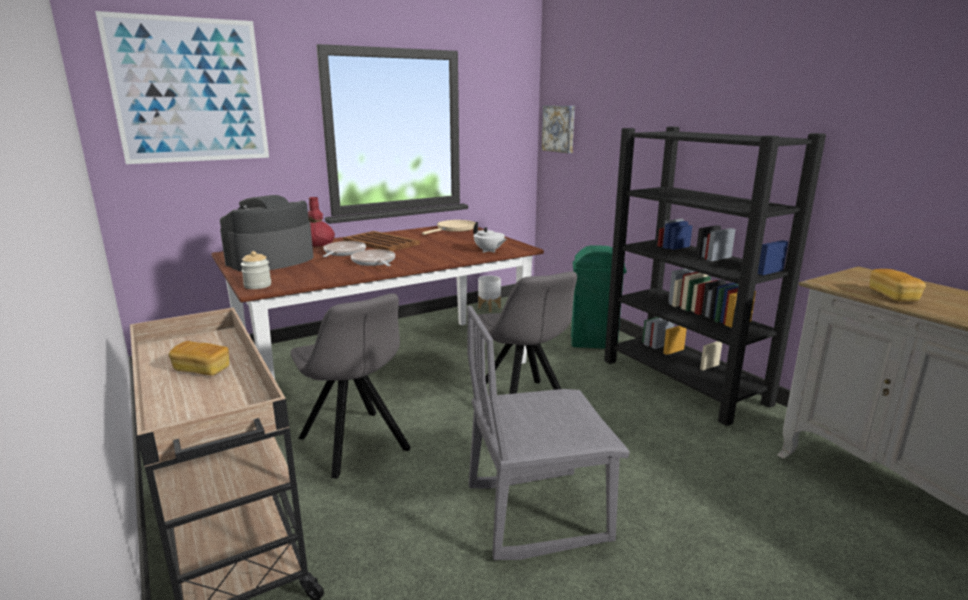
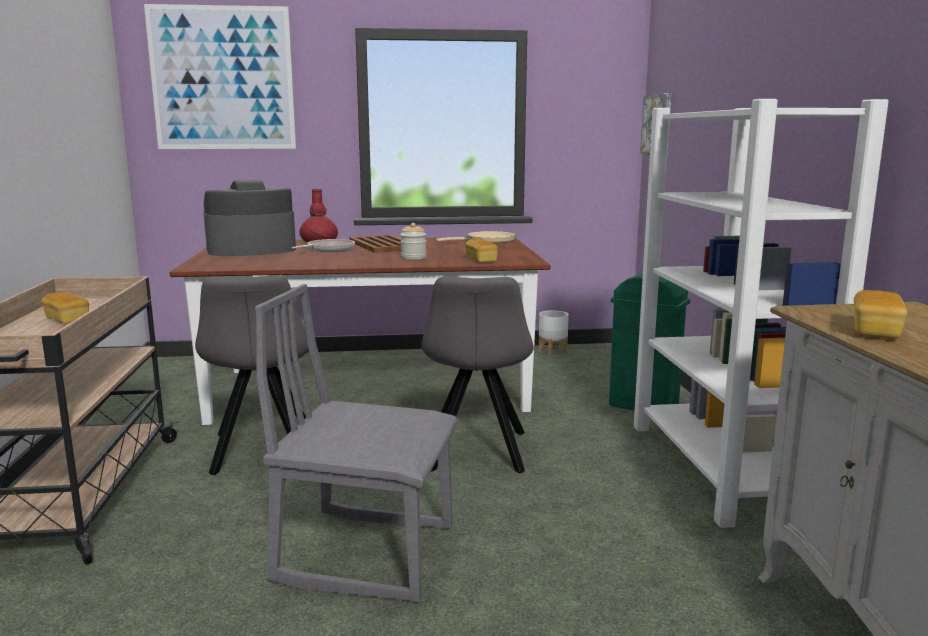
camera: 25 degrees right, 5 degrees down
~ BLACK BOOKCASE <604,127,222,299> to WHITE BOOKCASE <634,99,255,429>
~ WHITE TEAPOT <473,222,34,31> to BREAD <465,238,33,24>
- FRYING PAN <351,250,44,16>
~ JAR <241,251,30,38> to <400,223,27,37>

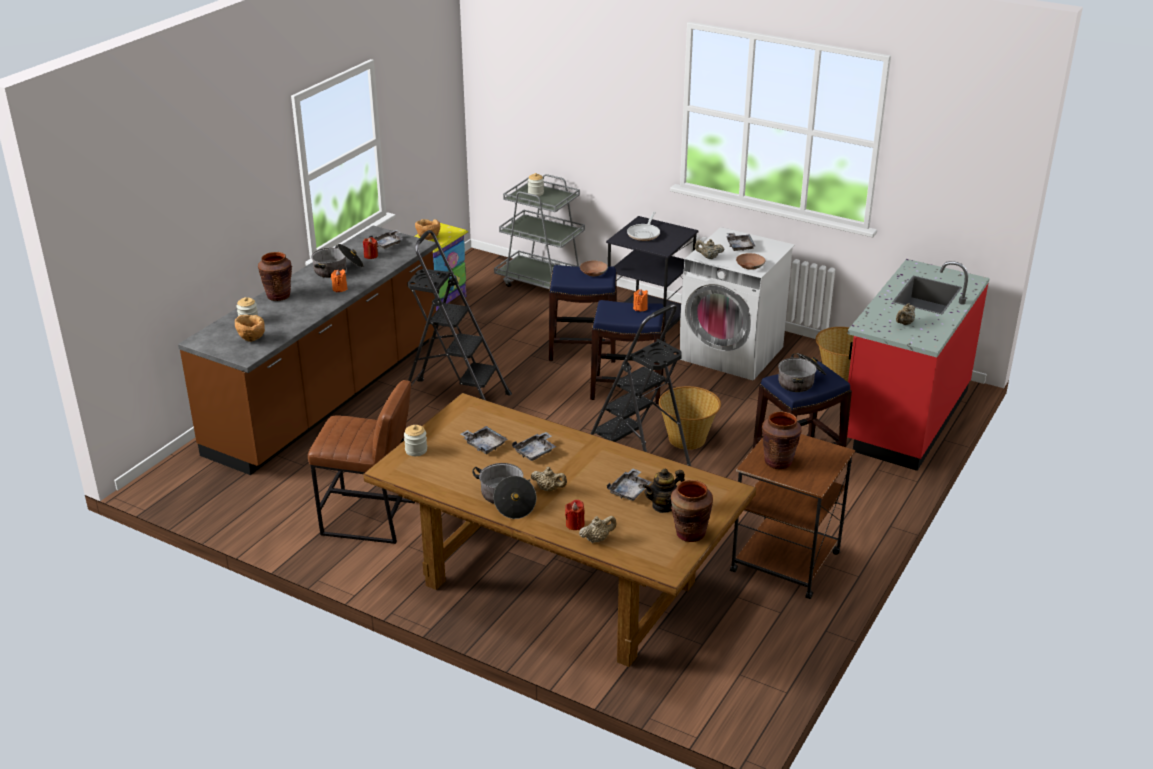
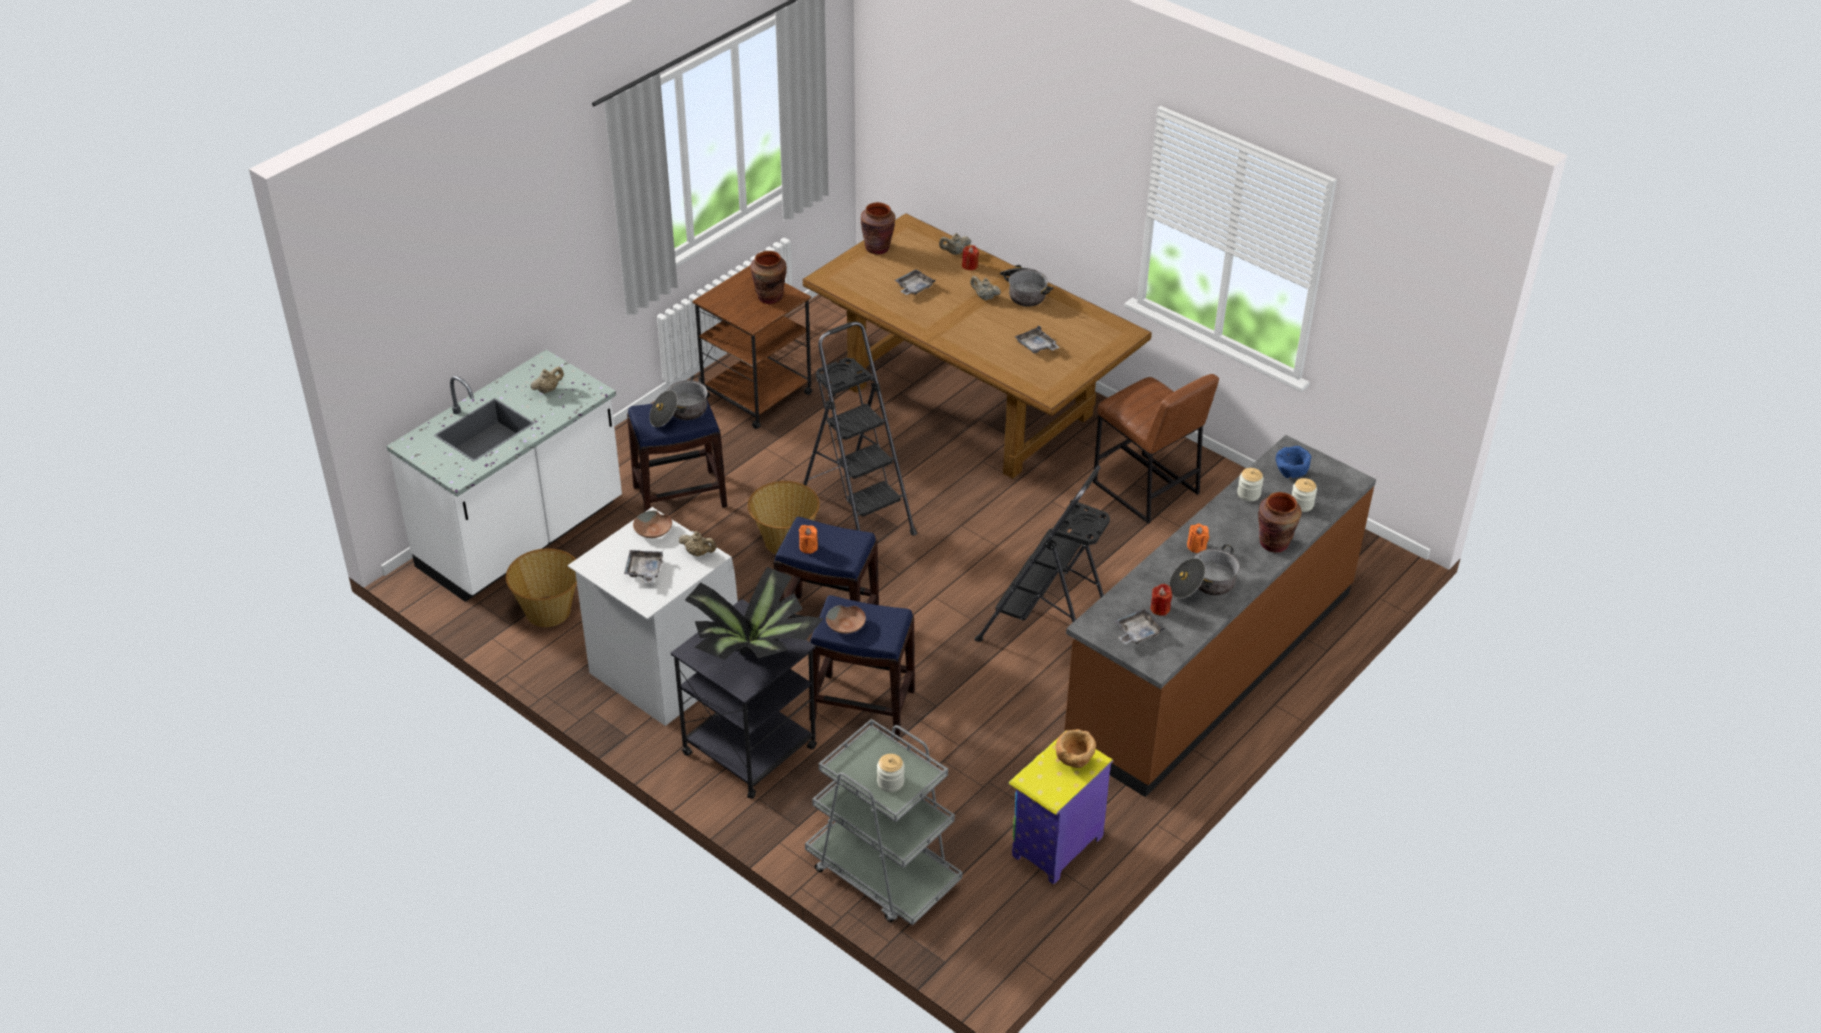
camera: 170 degrees left, 10 degrees up
~ FRYING PAN <627,212,33,29> to POTTED PLANT <685,567,139,93>
~ RED COUNTER <847,259,143,212> to WHITE COUNTER <387,350,235,252>
~ BROWN BOWL <235,315,30,27> to BLUE BOWL <1276,446,35,32>
~ BROWN CHAIR <308,380,107,164> = <1093,374,126,150> 150 degrees counterclockwise
~ JAR <404,425,23,31> to <1237,468,27,33>
- GREY TRAY <512,432,44,29>
- TEAPOT <642,469,43,44>

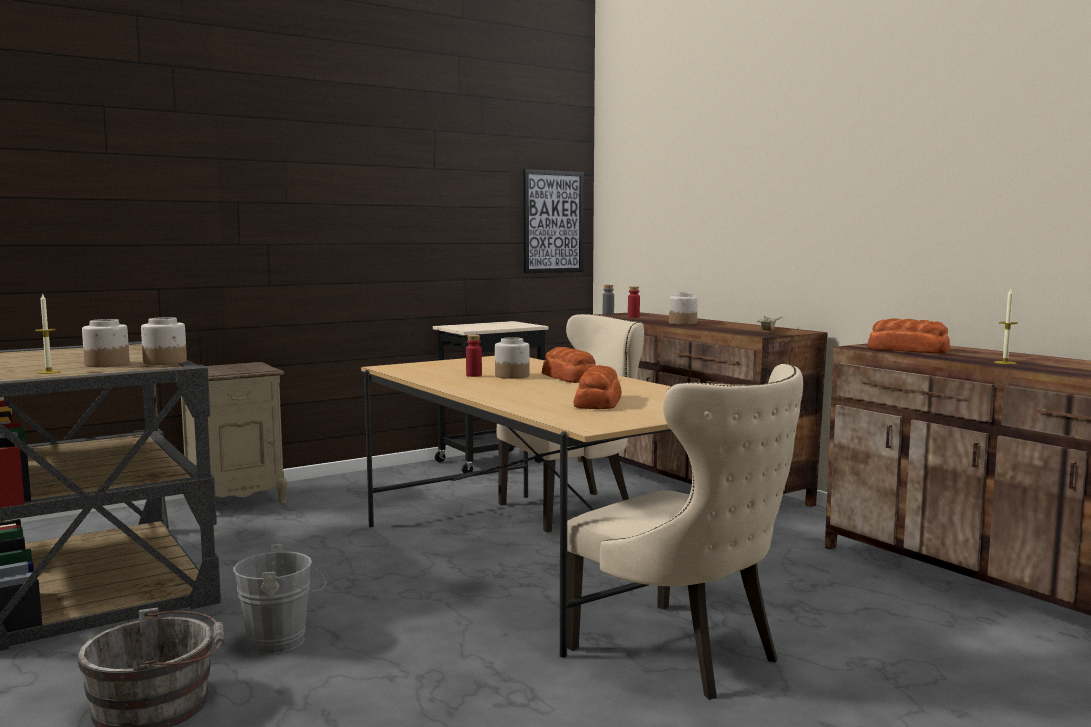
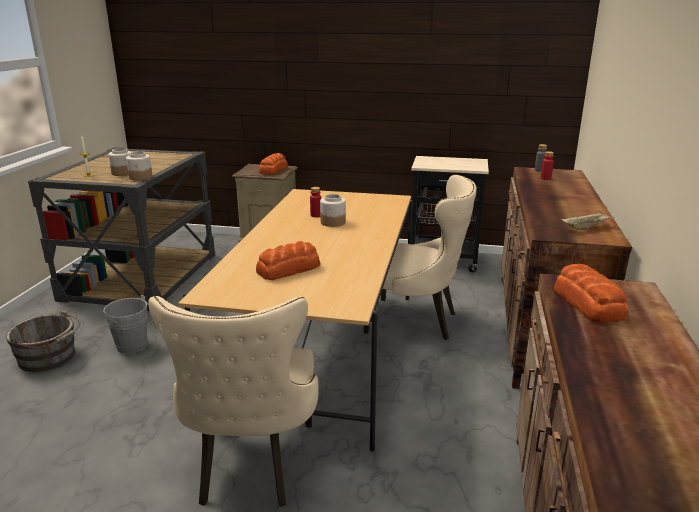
camera: 45 degrees right, 15 degrees up
- PICTURE <523,169,61,104>
- CANDLE <994,289,24,75>
- JAR <669,292,29,33>
~ BREAD <542,347,54,36> to <259,153,29,22>

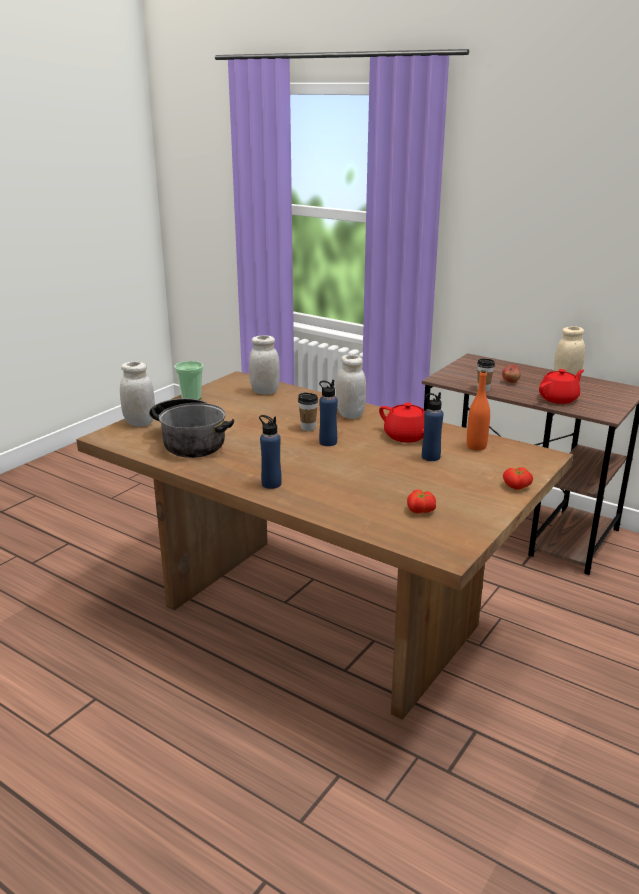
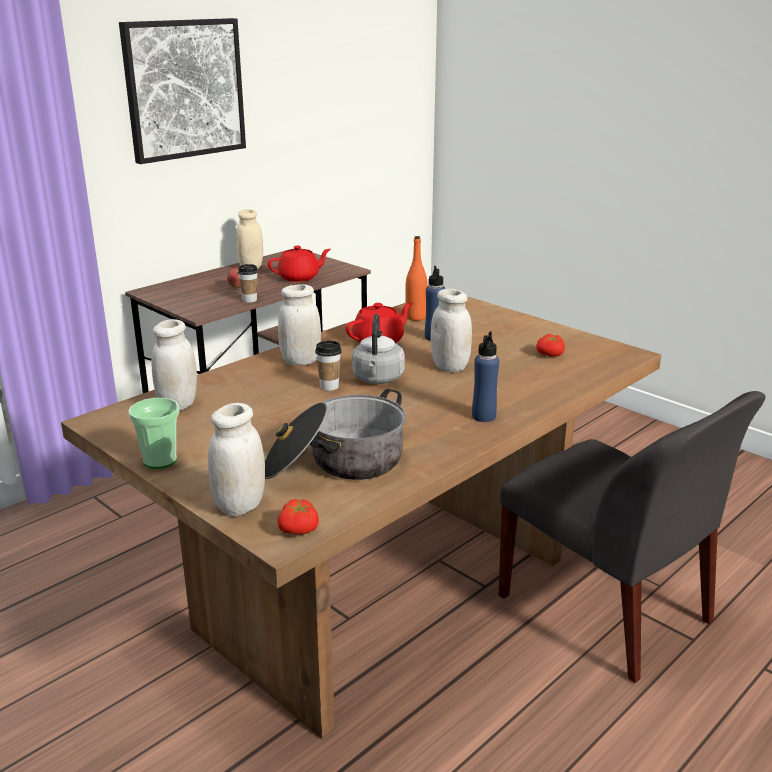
camera: 80 degrees left, 0 degrees up
~ RED TEAPOT <539,369,45,35> = <268,246,63,36> 90 degrees clockwise
~ BLUE BOTTLE <319,380,19,66> to GREY KETTLE <352,314,53,70>
~ TOMATO <503,467,30,23> to <277,499,42,36>
+ PICTURE <119,18,127,146>
+ WHITE JAR <431,289,41,83>
+ GREY CHAIR <499,391,266,292>

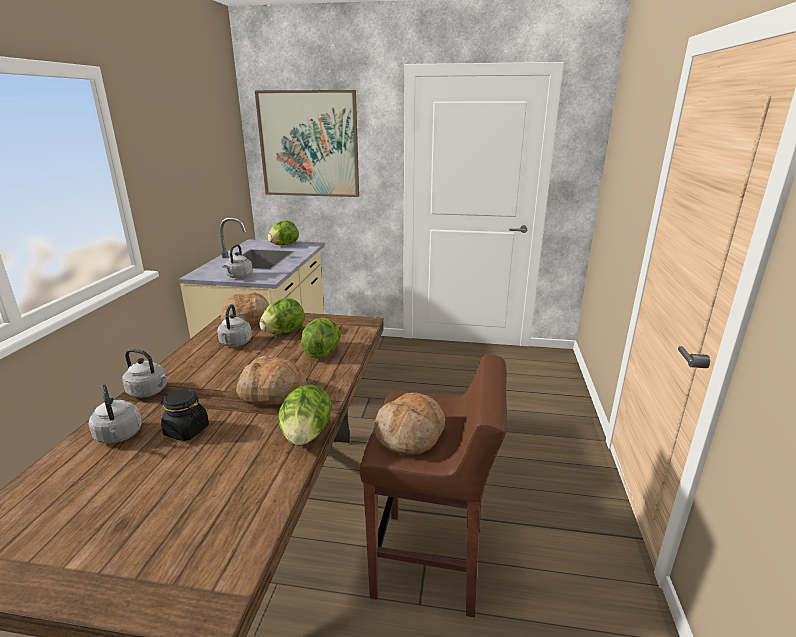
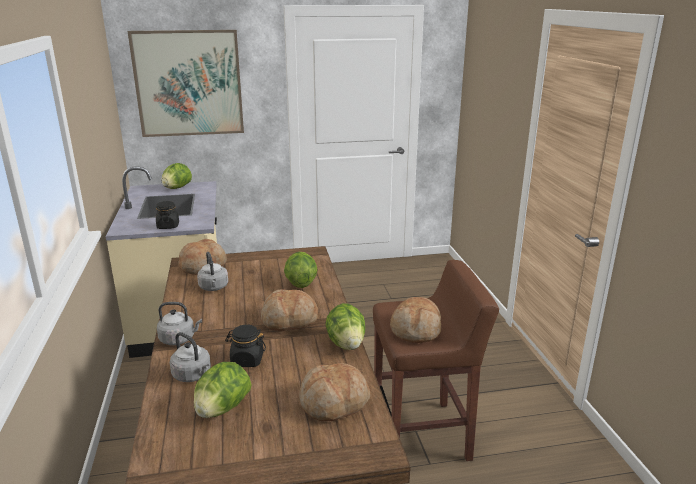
camera: 20 degrees left, 0 degrees up
~ GREY KETTLE <224,244,29,34> to BLACK JAR <156,201,23,28>
~ LETTUCE <259,298,46,36> to <194,362,57,56>
+ BREAD <299,363,71,58>

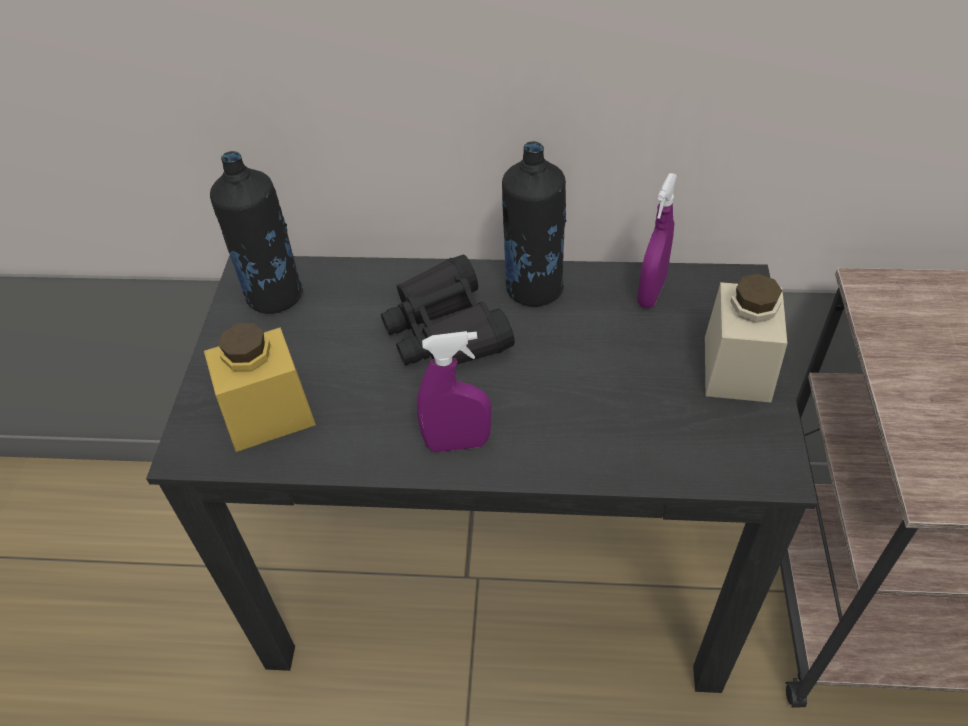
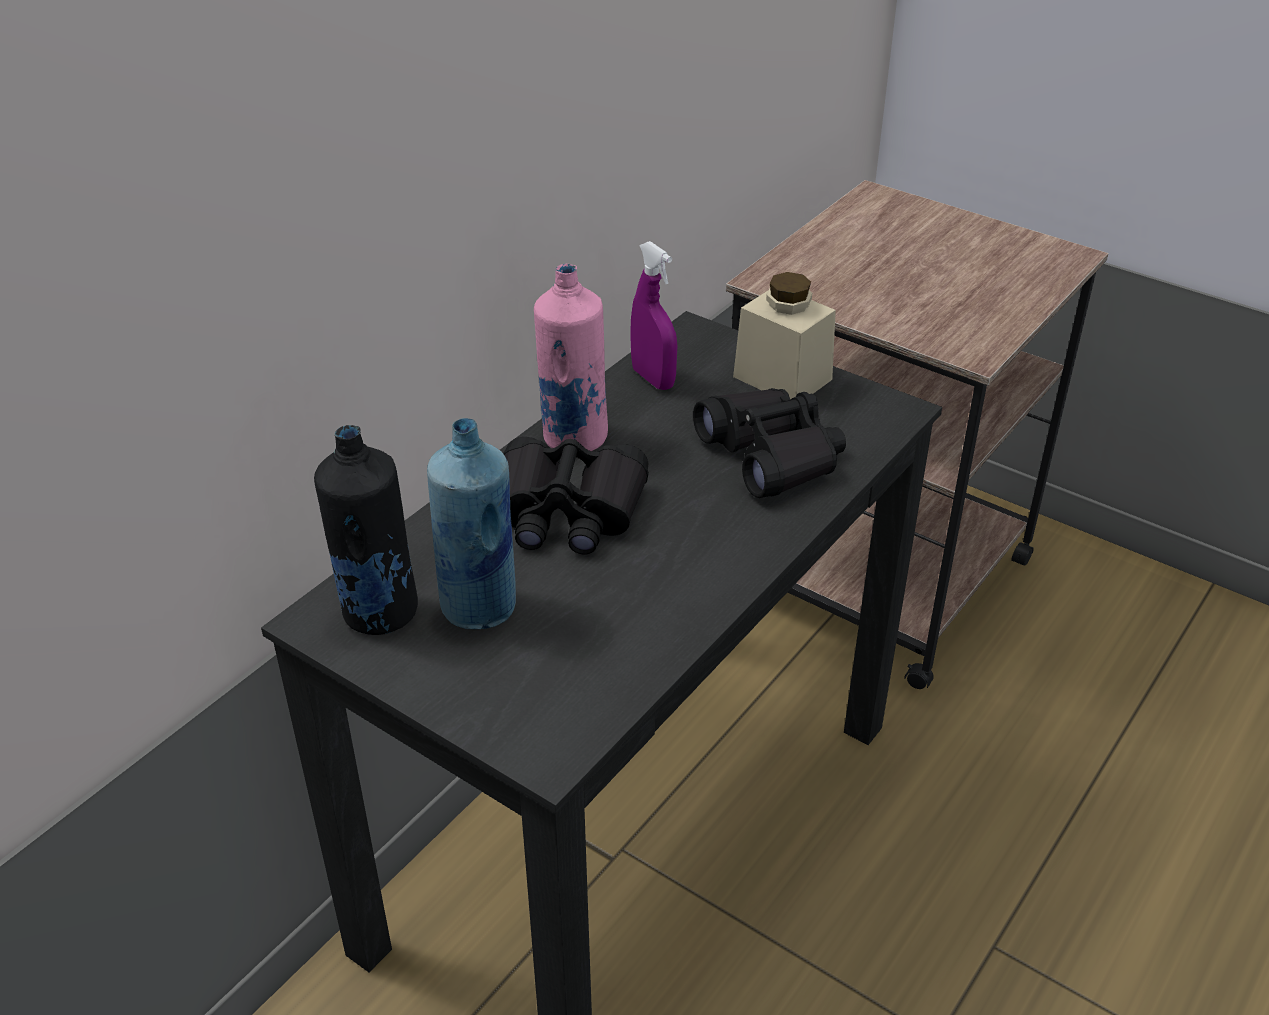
camera: 60 degrees left, 10 degrees down
~ BLACK BOTTLE <502,141,65,166> to PINK BOTTLE <534,264,74,187>
- YELLOW JAR <204,323,112,129>
- PURPLE SPRAY BOTTLE <417,331,75,121>
+ BLACK BINOCULARS <693,388,153,110>
+ BLUE BOTTLE <427,418,89,211>

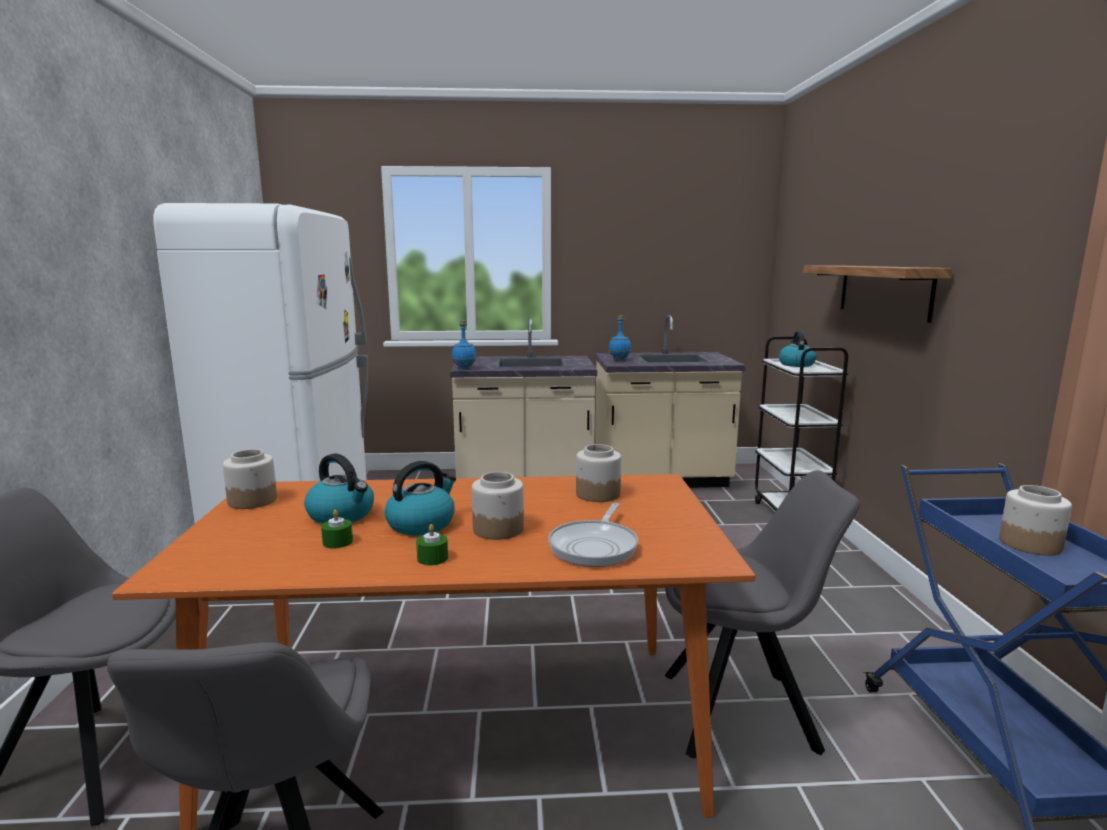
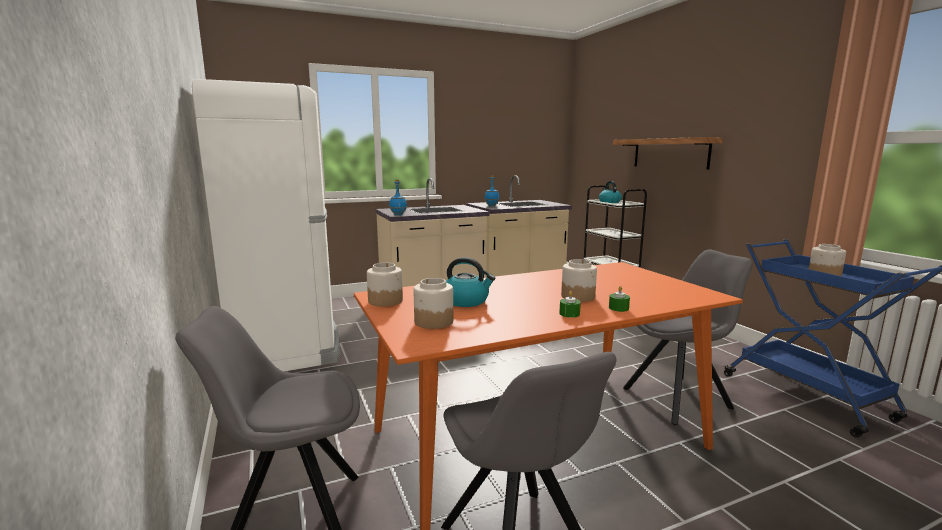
camera: 20 degrees left, 0 degrees up
~ JAR <576,444,45,58> to <413,278,40,51>
- KETTLE <384,461,72,74>
- FRYING PAN <548,503,90,64>
~ GREEN CANDLE <321,510,32,39> to <609,286,21,26>

